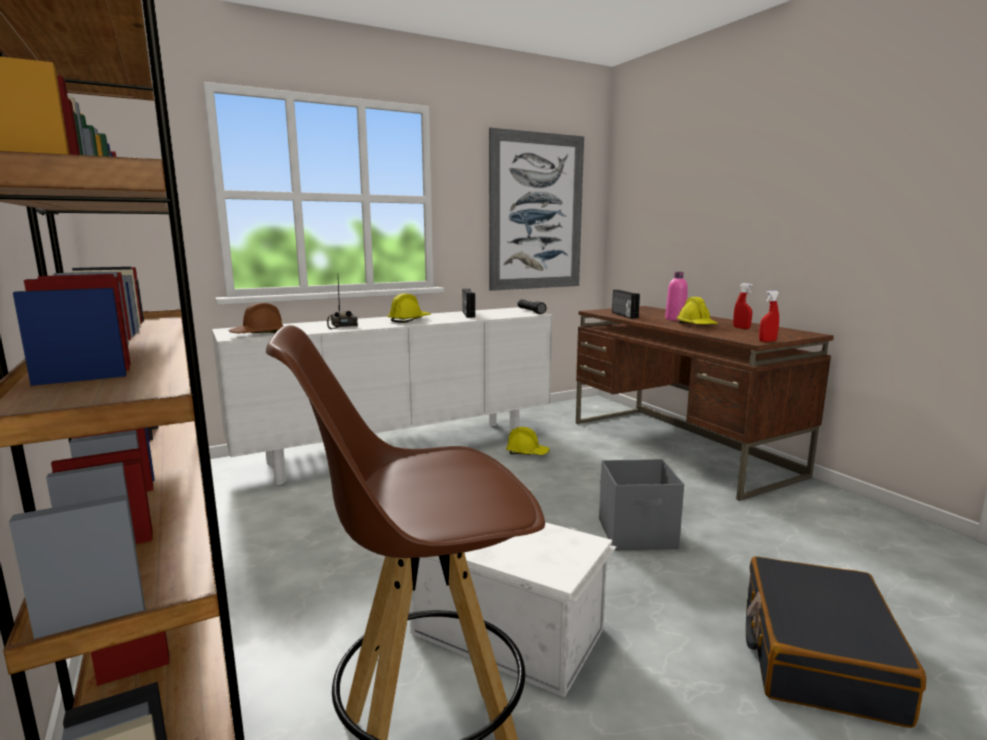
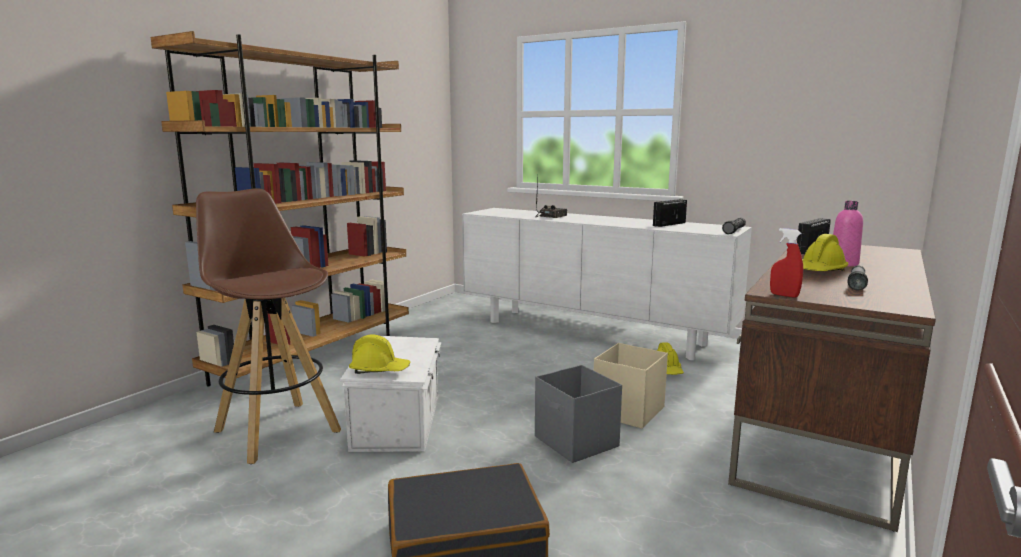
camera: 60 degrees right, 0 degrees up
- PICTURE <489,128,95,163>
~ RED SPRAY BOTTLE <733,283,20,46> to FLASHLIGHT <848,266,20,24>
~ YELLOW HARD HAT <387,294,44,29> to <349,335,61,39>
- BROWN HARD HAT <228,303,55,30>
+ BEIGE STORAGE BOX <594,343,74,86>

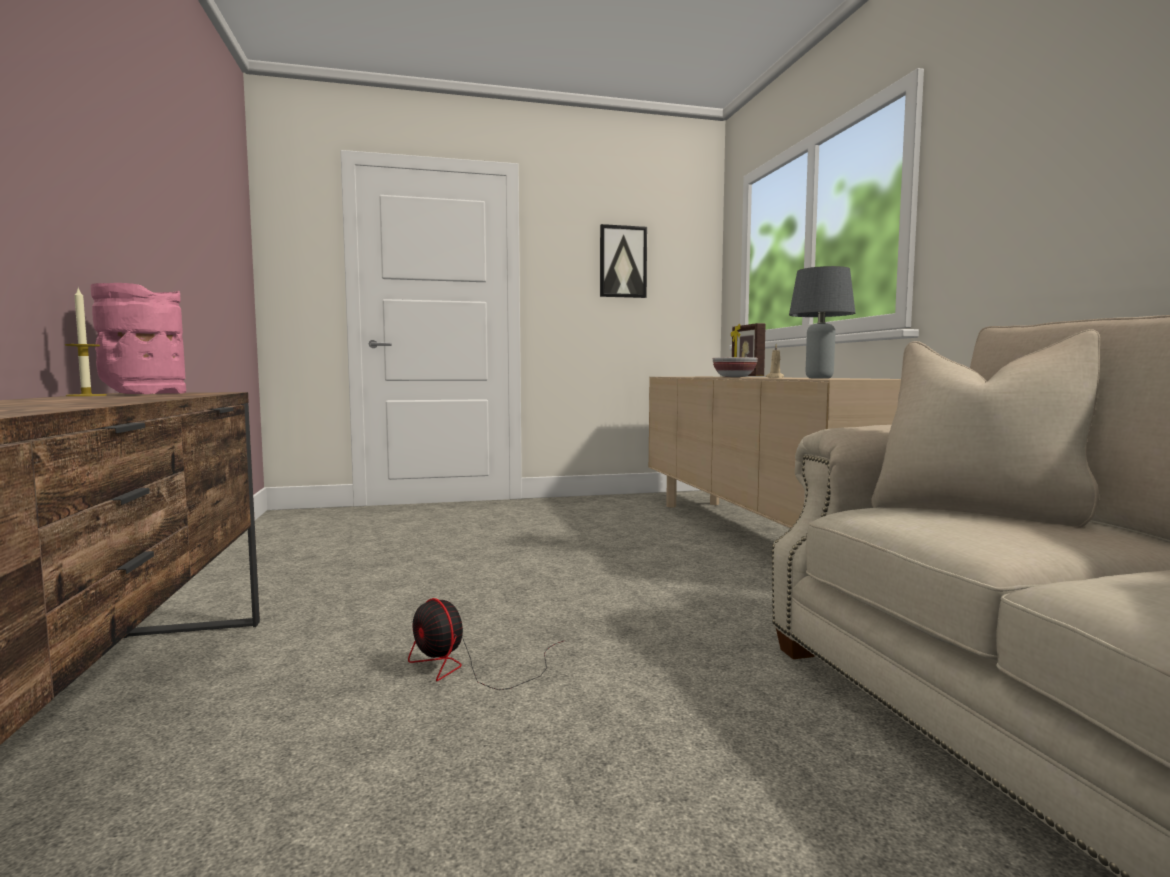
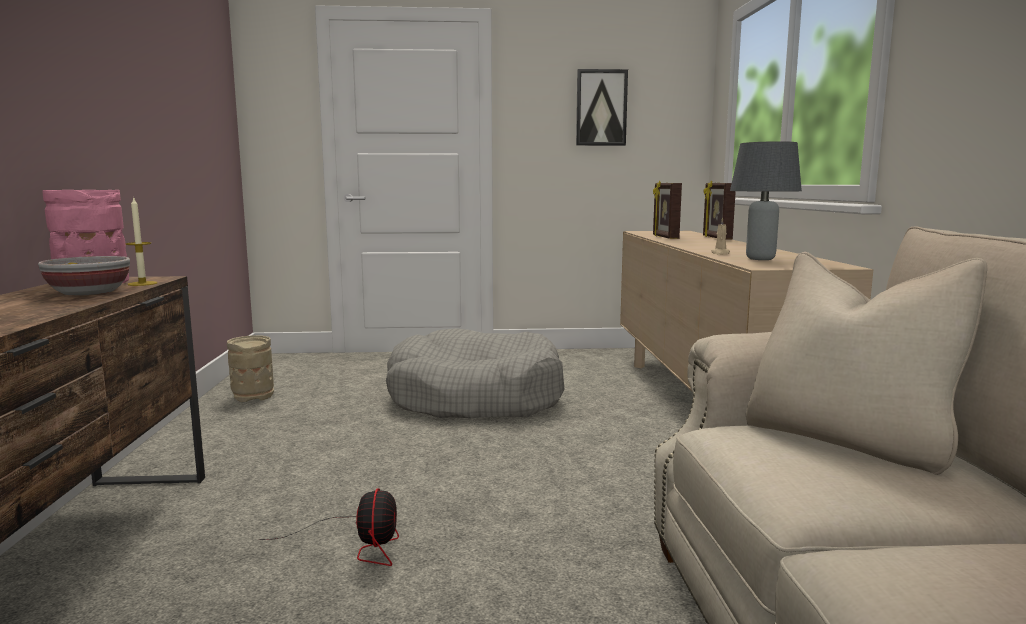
camera: 10 degrees right, 5 degrees up
~ CANDLE <65,288,42,108> to <126,198,31,88>
~ BOWL <713,357,45,20> to <38,256,92,39>
~ FAN <408,598,157,92> = <259,488,140,78> 150 degrees counterclockwise
+ PICTURE FRAME <653,181,29,58>
+ GREY DOG BED <386,328,178,90>
+ BEIGE VASE <227,335,47,67>

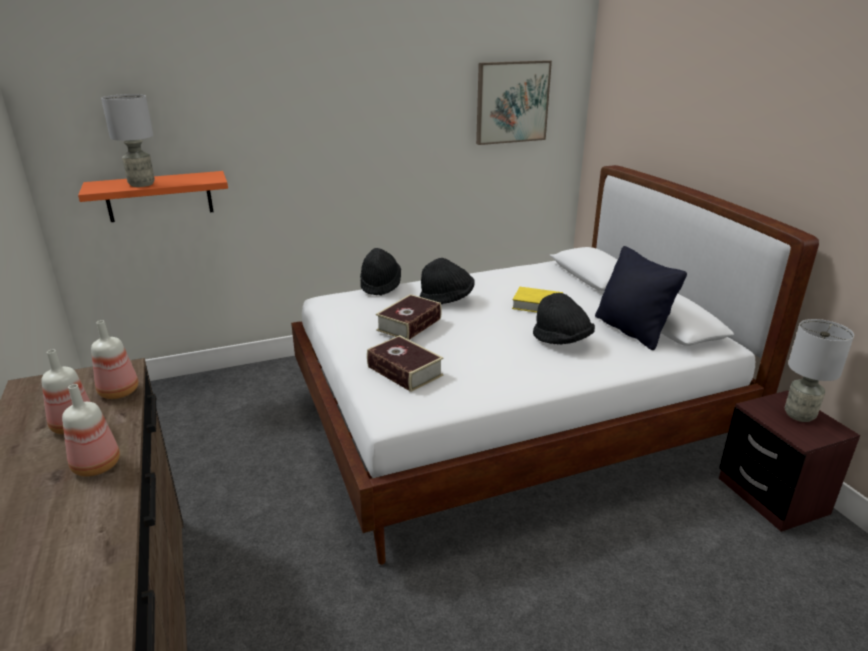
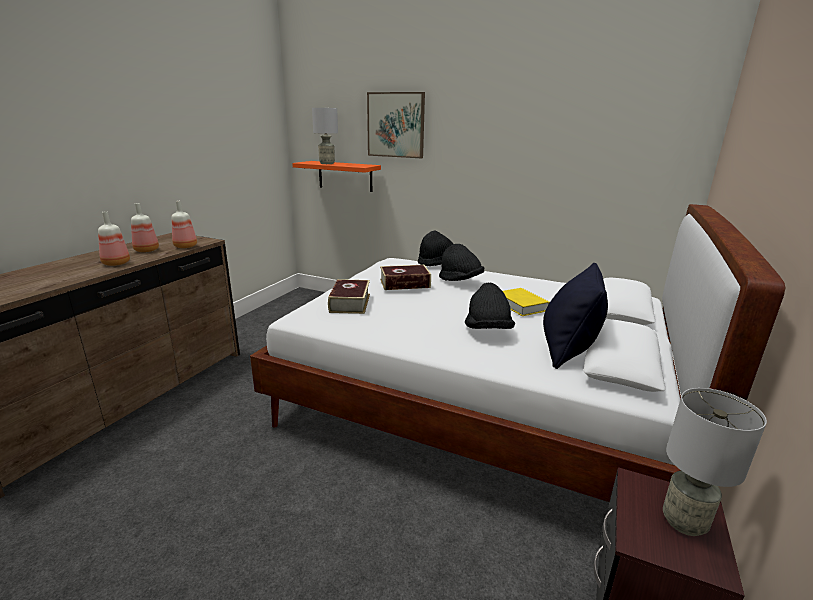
camera: 45 degrees right, 5 degrees down
~ PICTURE <476,60,76,85> to <367,92,58,66>

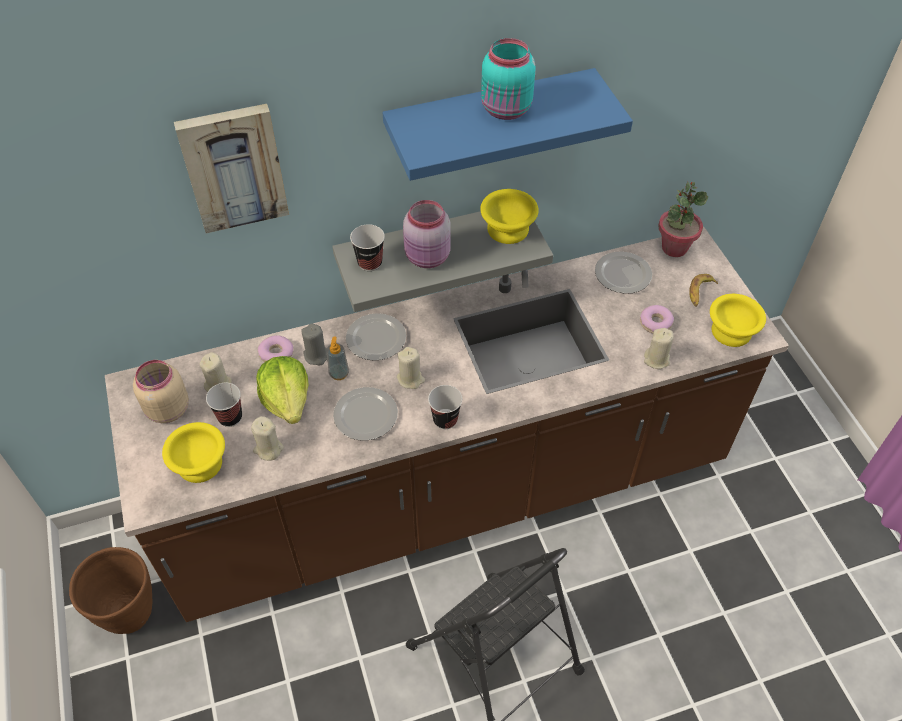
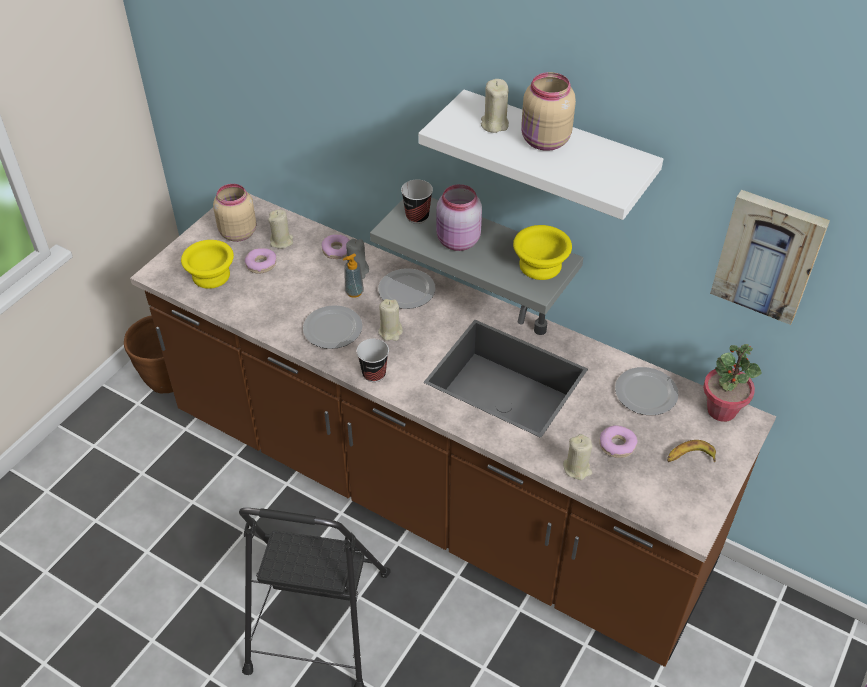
camera: 50 degrees right, 5 degrees down
~ TURQUOISE JAR <481,38,55,82> to BEIGE JAR <521,72,55,79>
~ BLUE SHELF <383,68,250,113> to WHITE SHELF <418,90,245,130>
~ PICTURE <174,104,115,129> to <710,190,120,135>
- YELLOW BOWL <710,294,56,53>
- LETTUCE <256,356,53,68>
~ CUP <206,383,36,44> to DONUT <245,248,31,26>
~ BEIGE CANDLE <251,416,33,45> to <481,79,28,54>

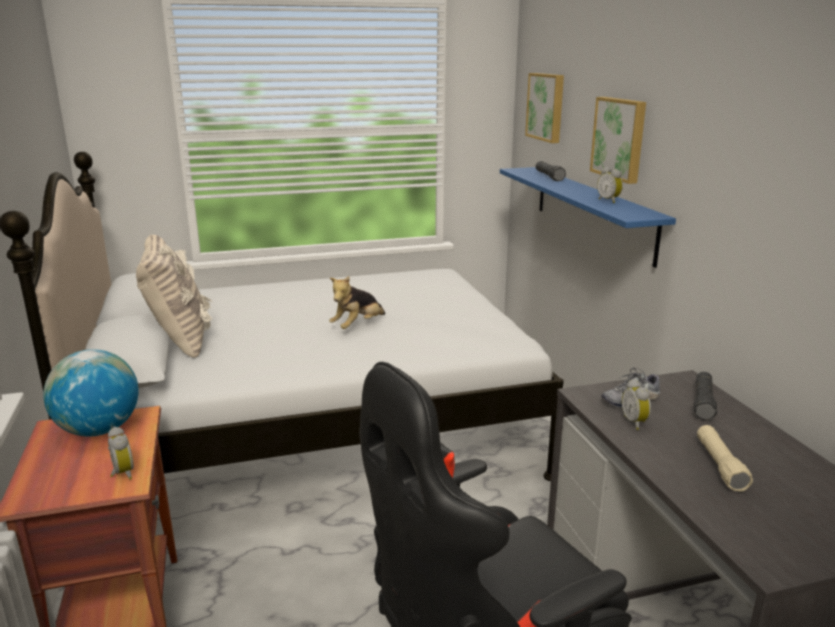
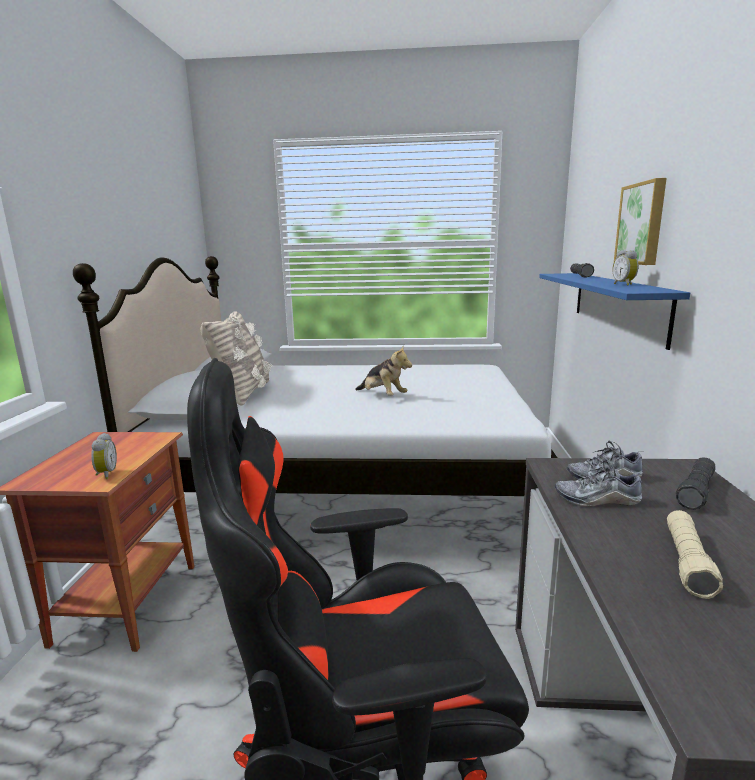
camera: 20 degrees right, 5 degrees down
- PICTURE <525,73,39,70>
~ PLUSH TOY <329,276,56,53> = <355,346,57,49> 105 degrees counterclockwise
- GLOBE <43,349,96,87>
~ ALARM CLOCK <622,379,29,51> to SHOE <555,459,87,48>

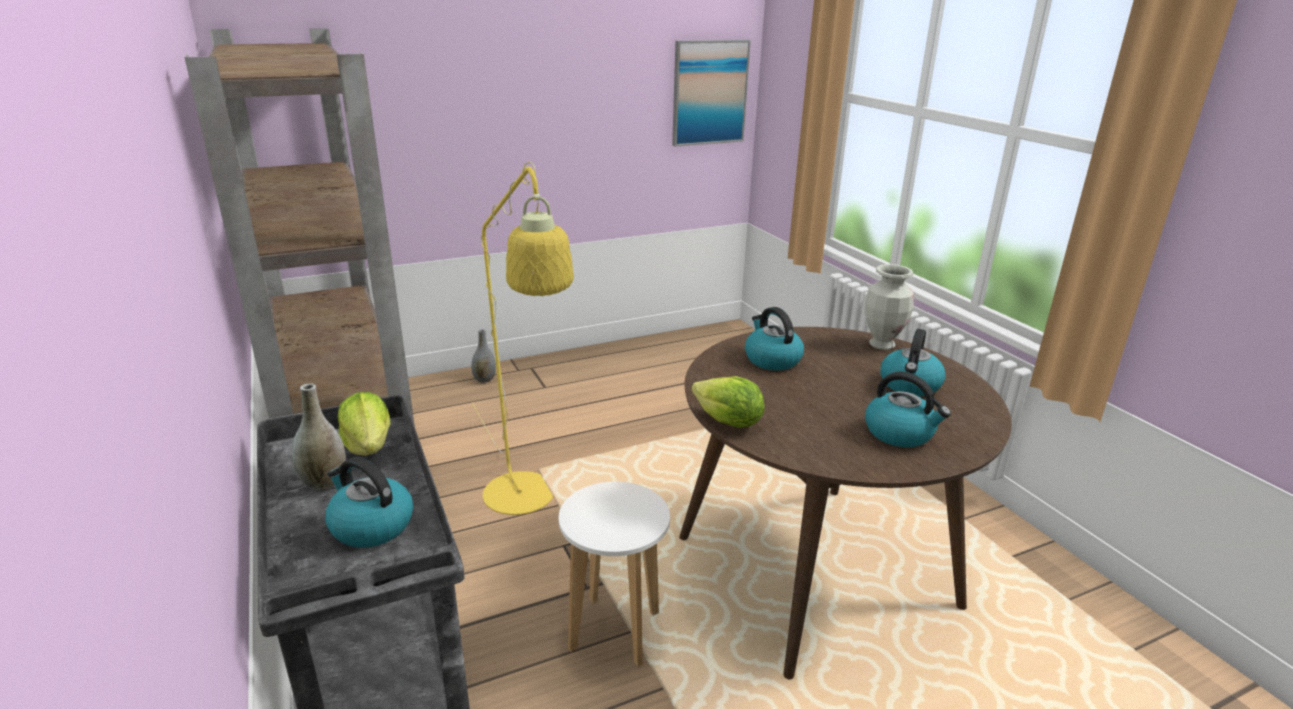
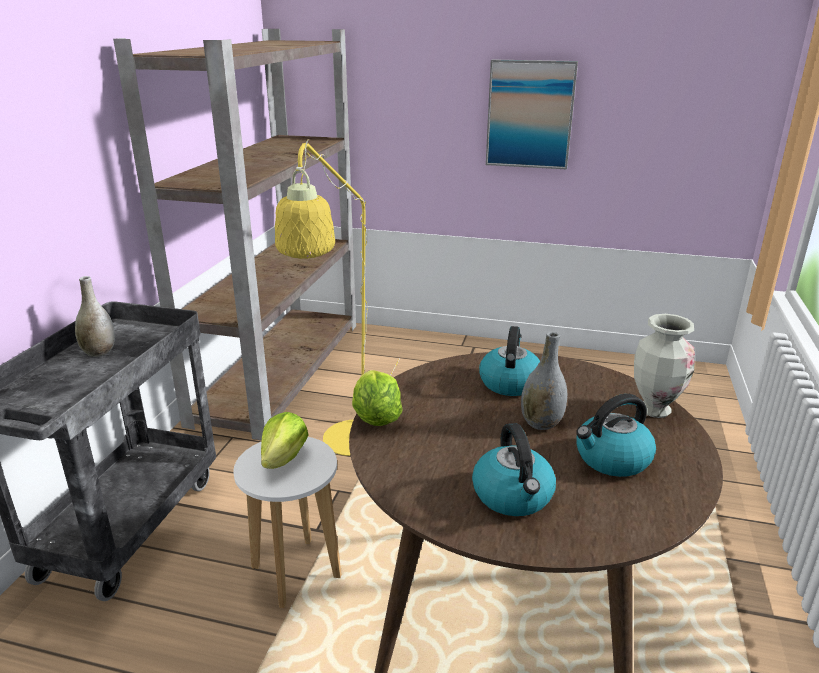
camera: 40 degrees right, 0 degrees up
~ PICTURE <672,40,79,107> to <486,59,92,110>
~ GREY VASE <471,329,25,54> to <521,331,46,99>
~ LETTUCE <337,392,53,64> to <261,412,48,57>
- KETTLE <325,456,88,92>

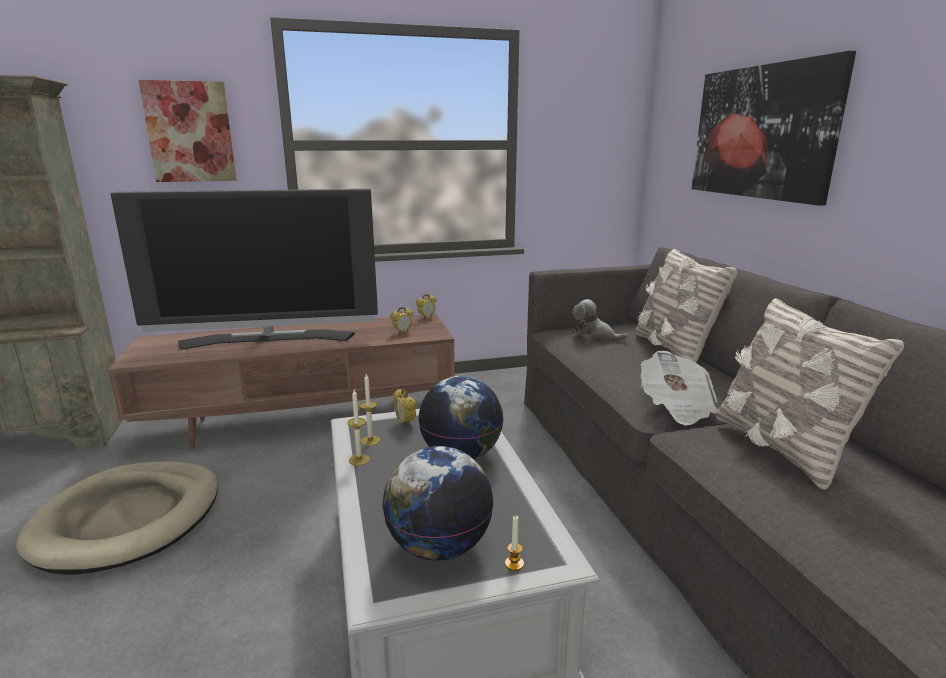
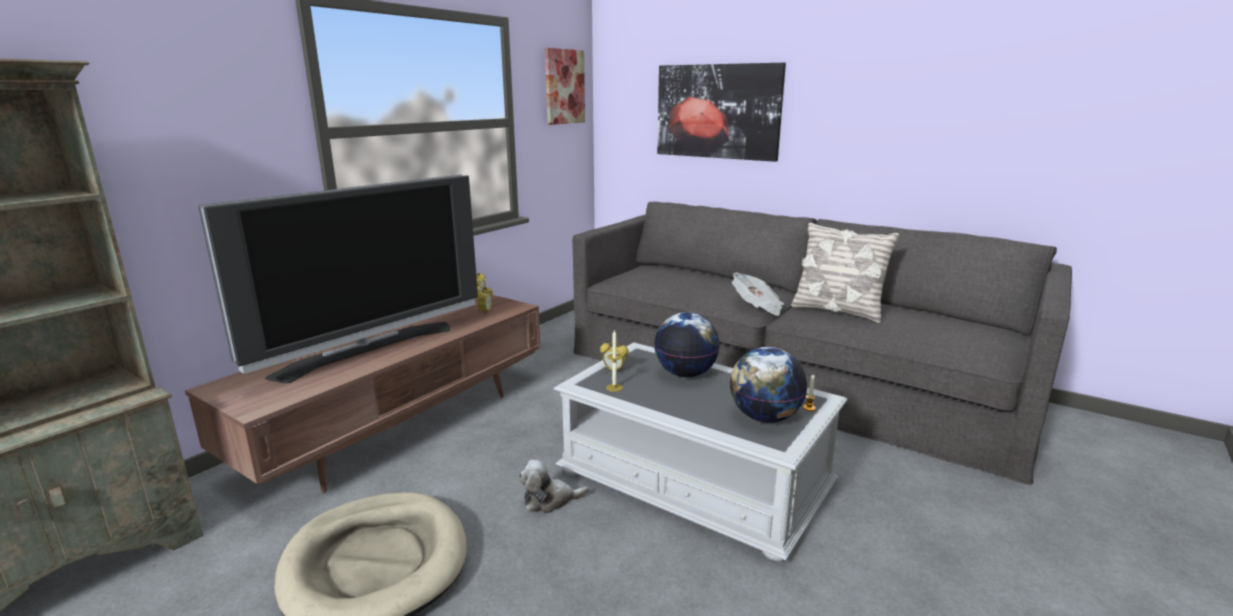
camera: 40 degrees left, 0 degrees up
~ PICTURE <139,80,98,102> to <545,48,40,77>
- BEIGE PILLOW <635,249,102,114>
~ PLUSH TOY <572,299,56,43> to <518,459,71,54>
- CANDLE <347,389,23,77>

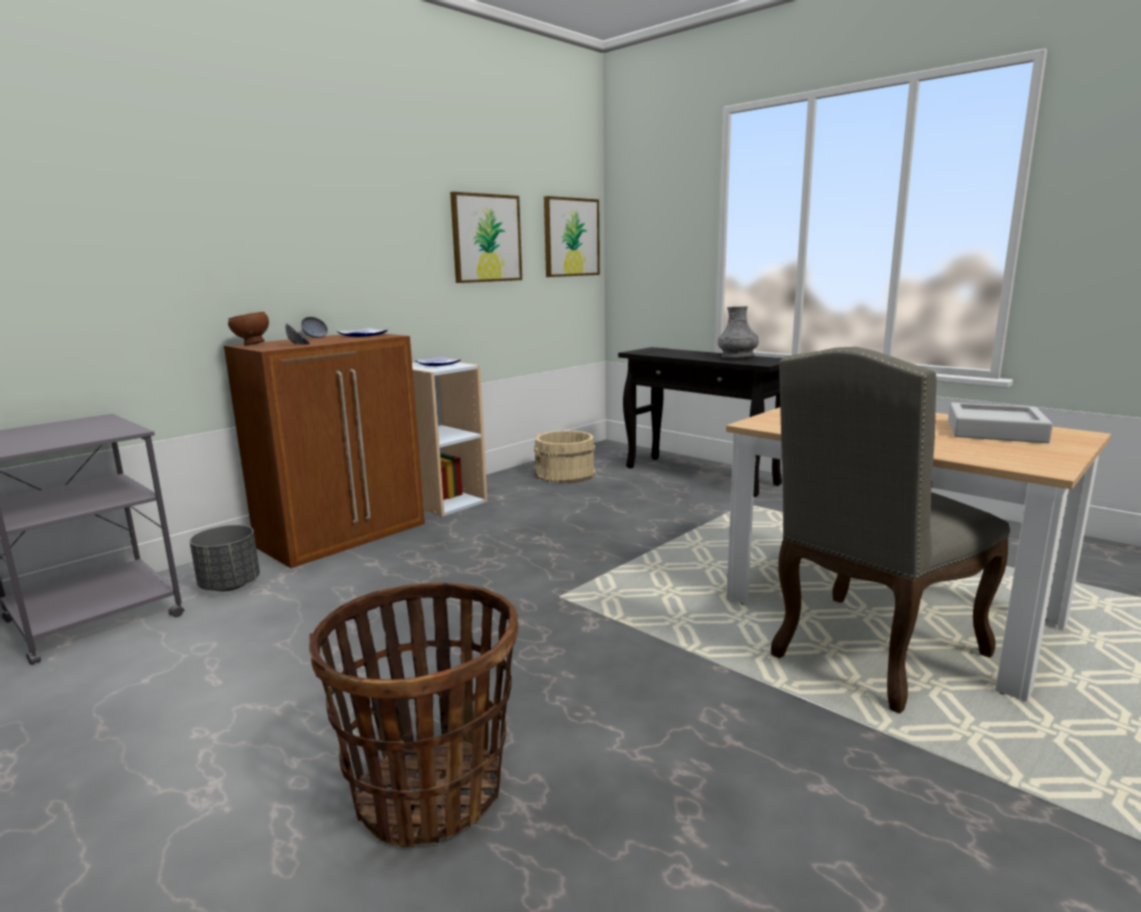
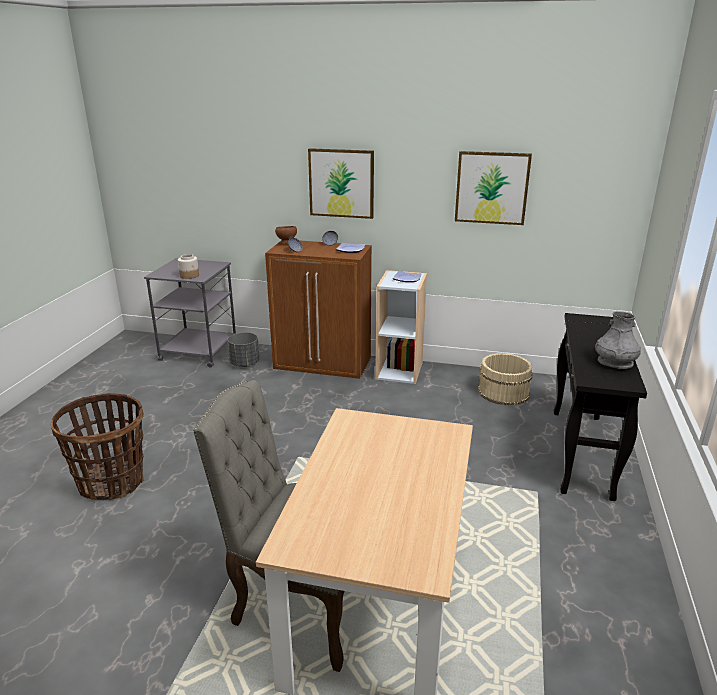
camera: 60 degrees right, 10 degrees up
~ PICTURE <544,196,56,81> to <308,148,66,71>
- GREY TRAY <948,402,105,41>
+ JAR <178,254,21,25>

